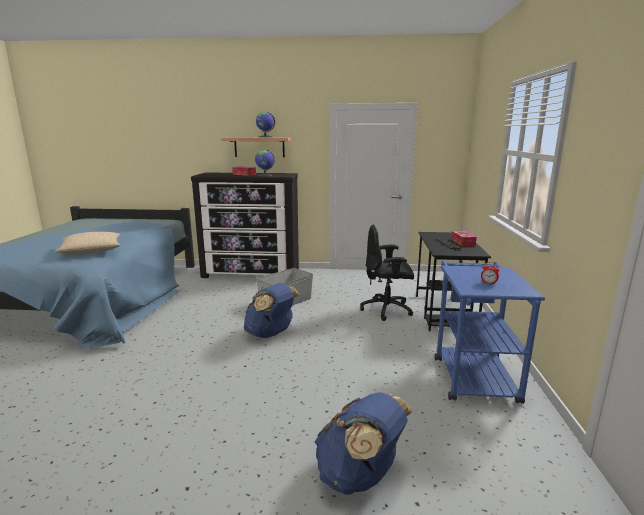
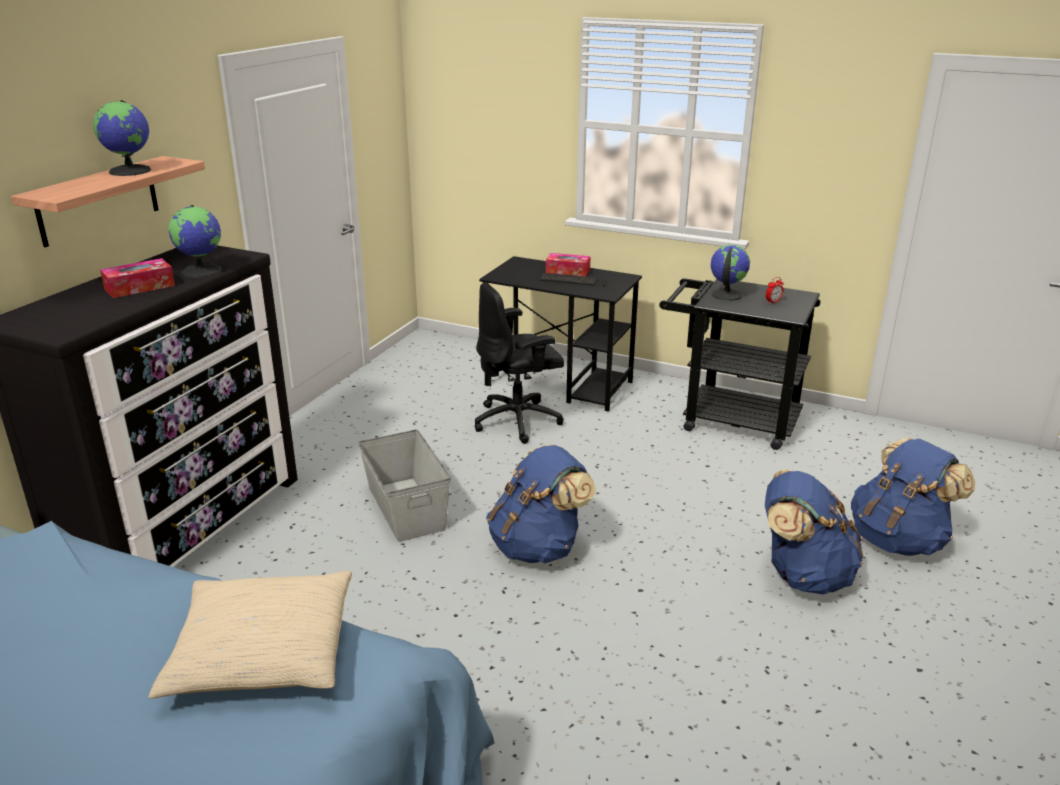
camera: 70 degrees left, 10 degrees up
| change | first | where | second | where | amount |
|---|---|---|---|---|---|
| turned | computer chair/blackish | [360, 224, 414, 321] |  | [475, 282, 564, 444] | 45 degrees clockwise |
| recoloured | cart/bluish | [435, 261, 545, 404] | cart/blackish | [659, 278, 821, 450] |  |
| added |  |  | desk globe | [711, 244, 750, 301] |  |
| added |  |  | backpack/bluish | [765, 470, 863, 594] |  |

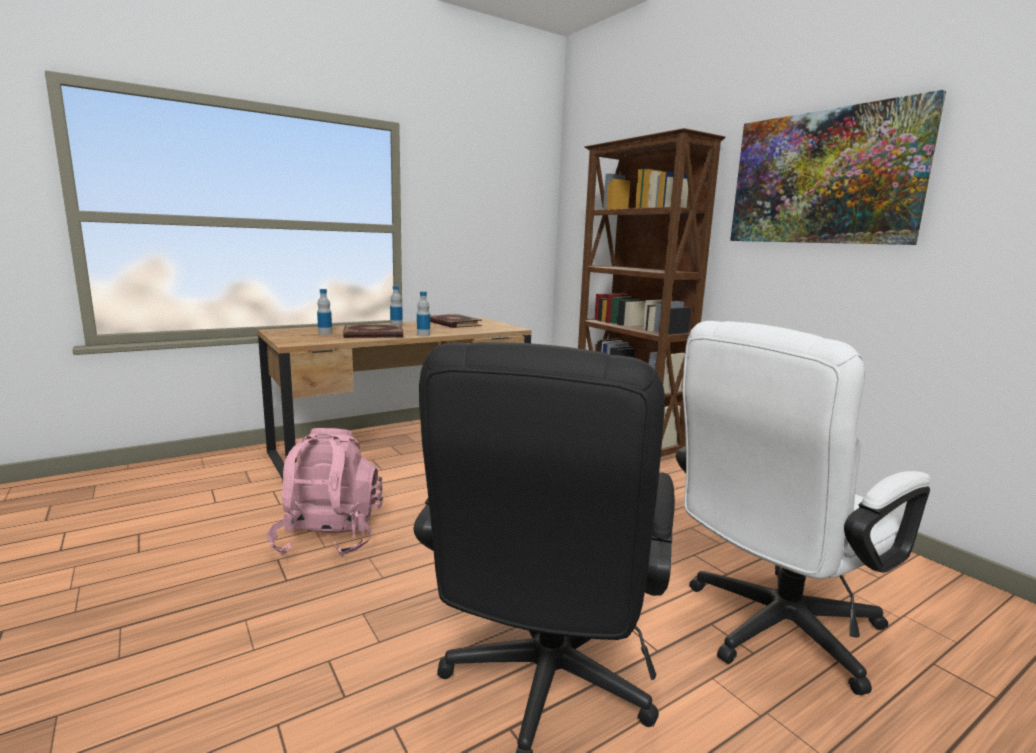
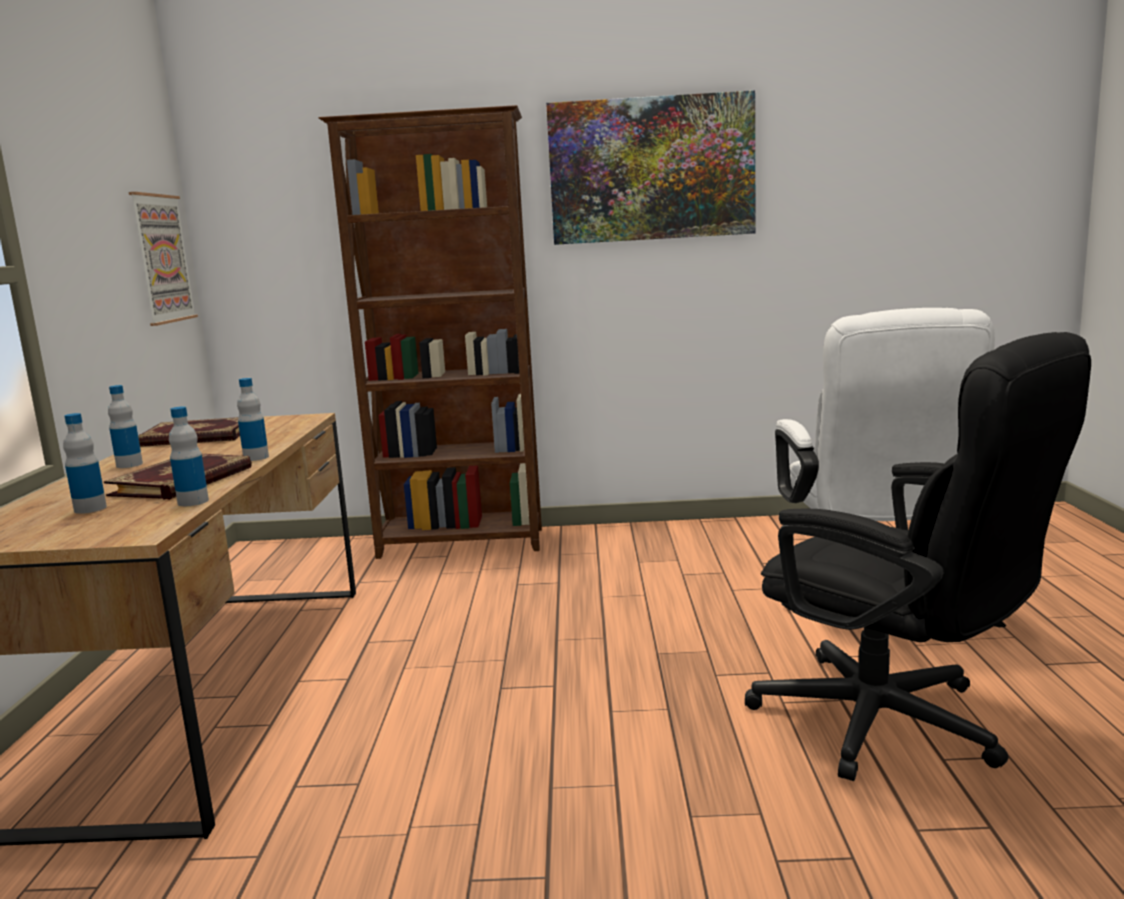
camera: 55 degrees left, 0 degrees up
| change | first | where | second | where | amount |
|---|---|---|---|---|---|
| removed | backpack/pink-coloured | [267, 428, 383, 557] |  |  |  |
| added |  |  | wall picture | [129, 192, 198, 326] |  |
| added |  |  | bottle | [169, 406, 209, 506] |  |

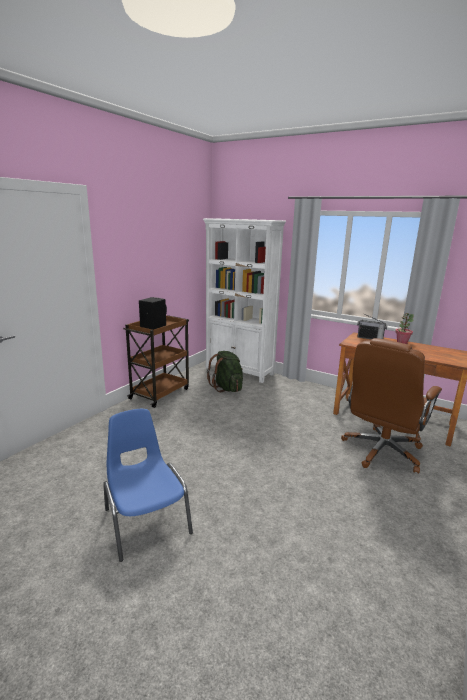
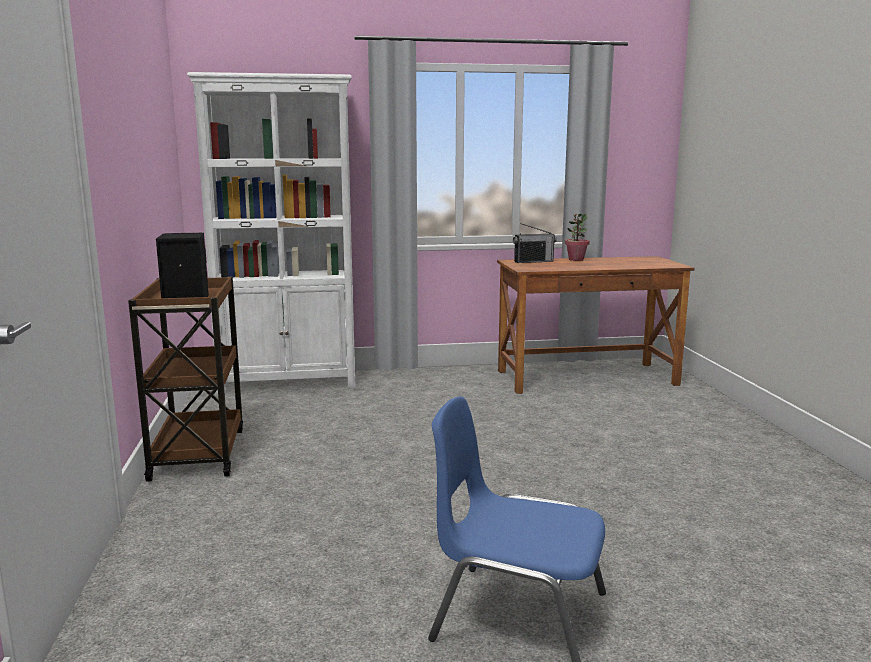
camera: 40 degrees left, 5 degrees down
| change | first | where | second | where | amount |
|---|---|---|---|---|---|
| removed | backpack/greenish | [207, 351, 243, 392] |  |  |  |
| removed | computer chair/brown-coloured | [341, 338, 442, 474] |  |  |  |

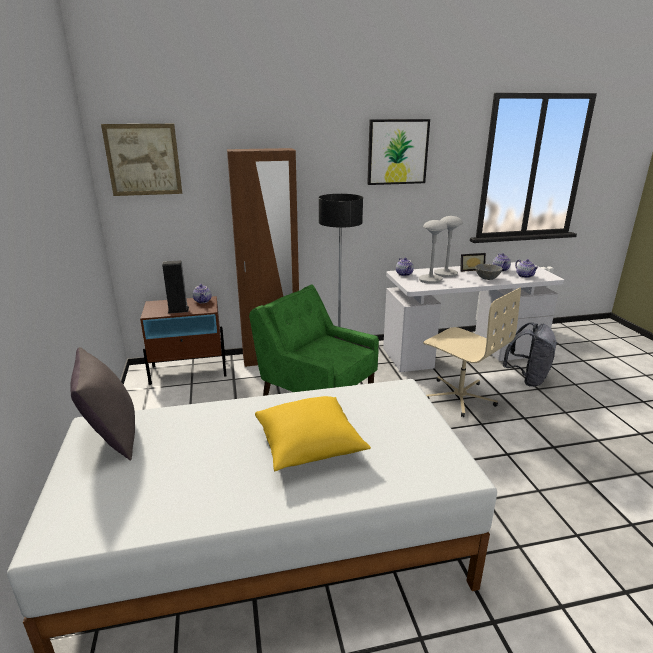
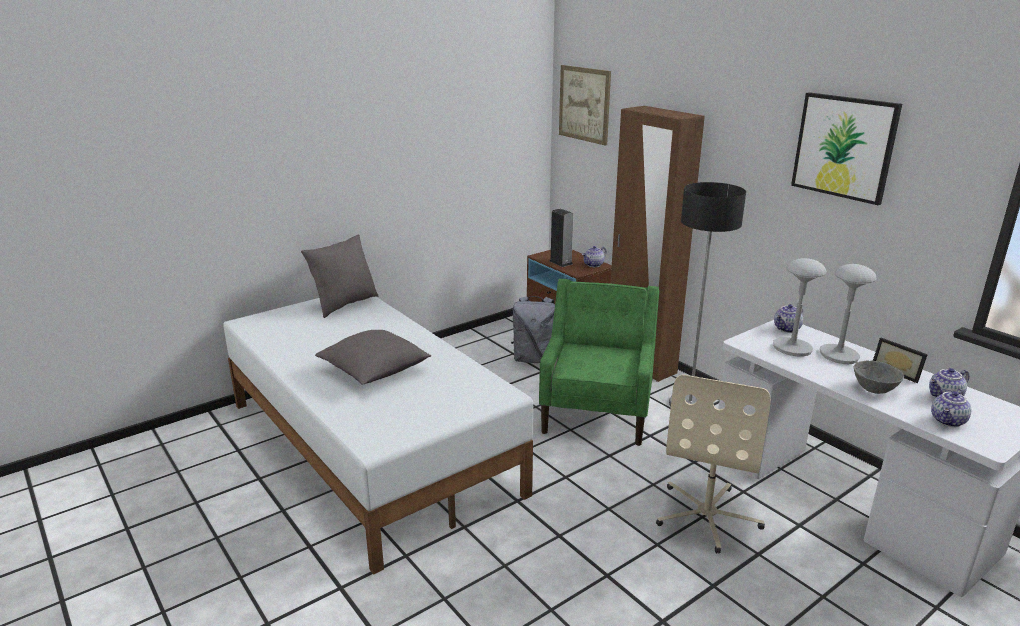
camera: 65 degrees right, 0 degrees up
| change | first | where | second | where | amount |
|---|---|---|---|---|---|
| recoloured | pillow/yellow-coloured | [255, 396, 371, 471] | pillow/grey | [315, 330, 431, 385] |  |
| moved | backpack/grey | [503, 323, 557, 387] |  | [511, 296, 555, 363] |  |

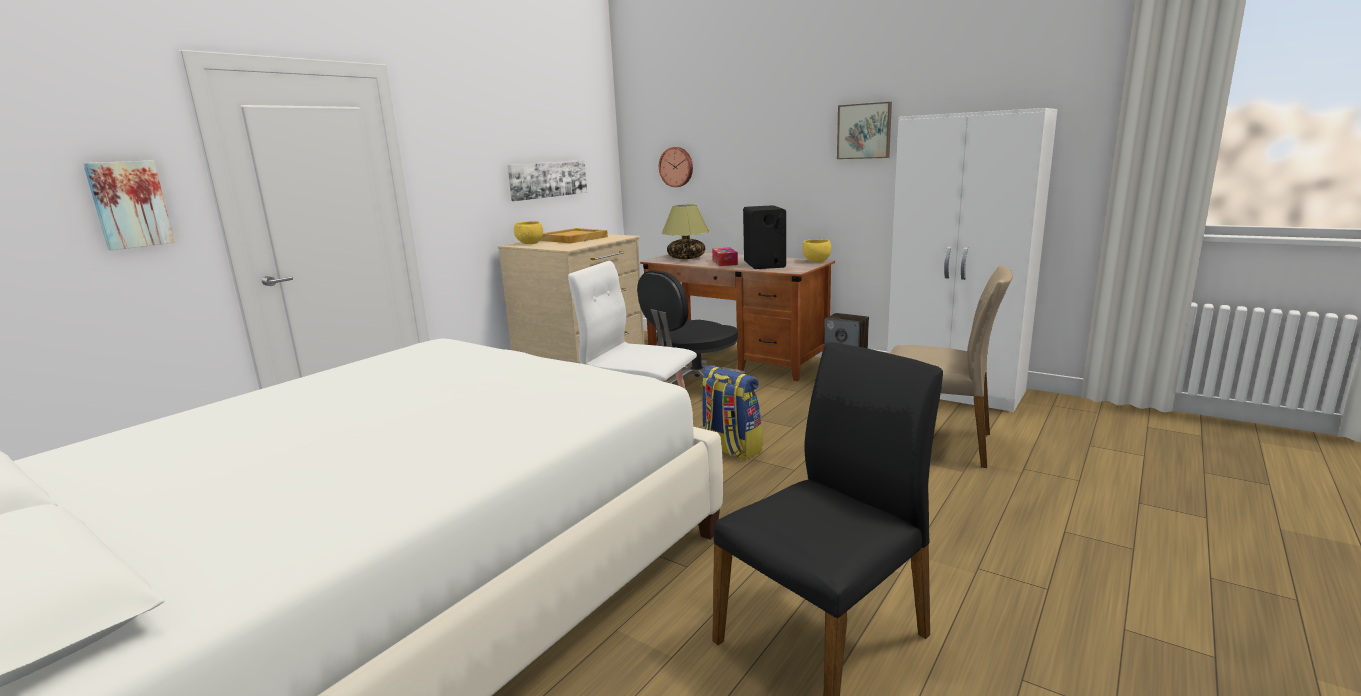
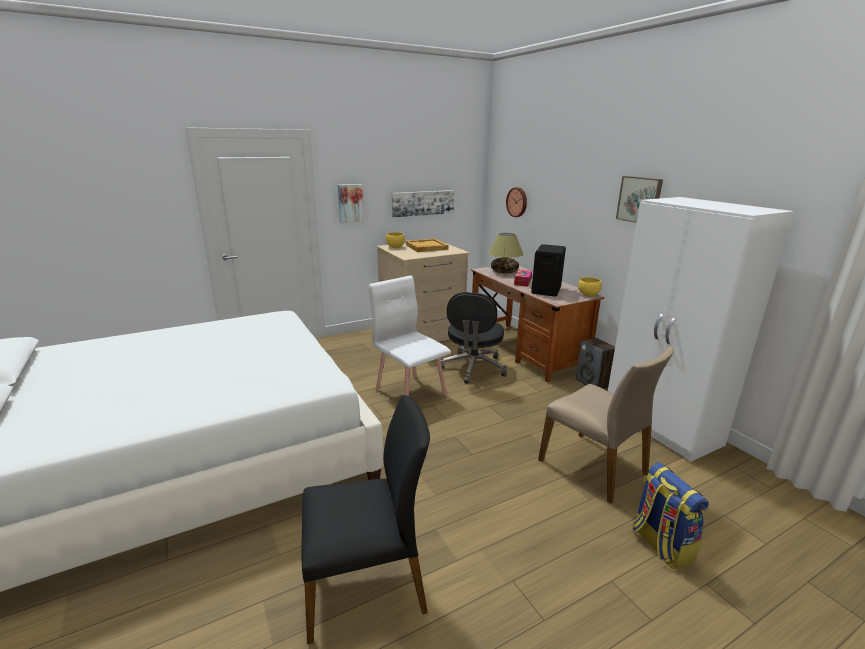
camera: 25 degrees right, 5 degrees up
| change | first | where | second | where | amount |
|---|---|---|---|---|---|
| moved | wall picture | [83, 160, 175, 250] |  | [338, 184, 364, 223] |  |
| turned | computer chair/blackish | [637, 270, 746, 384] |  | [441, 292, 507, 384] | 60 degrees counterclockwise |
| moved | backpack | [701, 366, 762, 461] |  | [632, 462, 709, 570] |  |

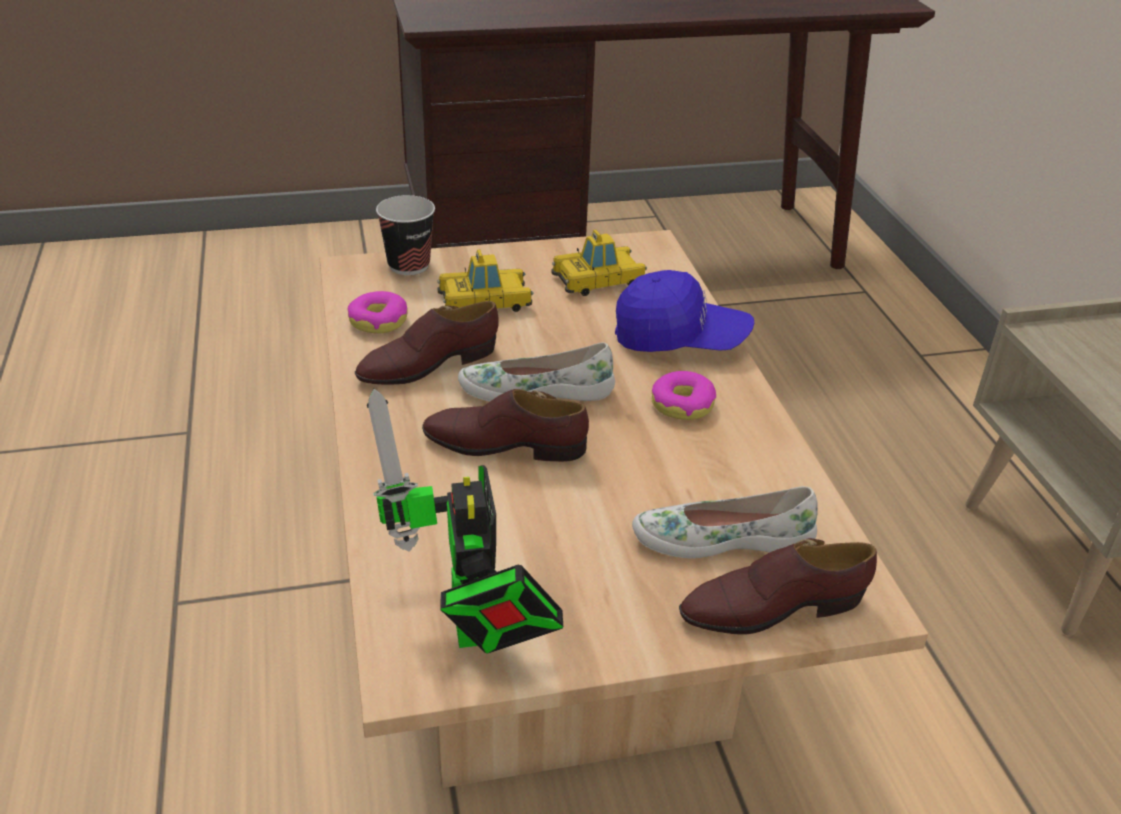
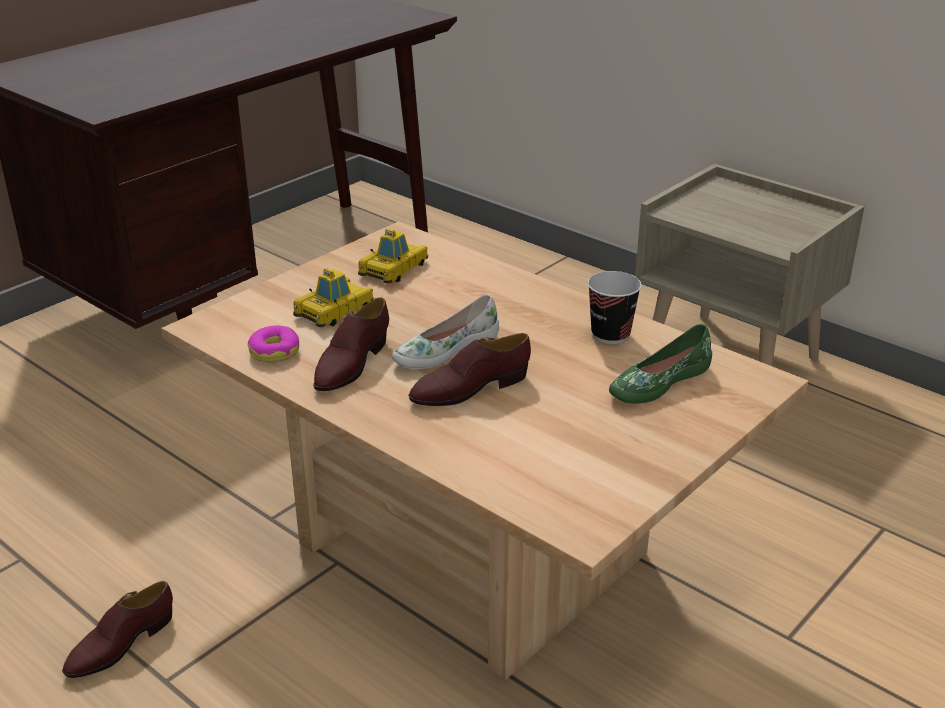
camera: 35 degrees left, 5 degrees down
| change | first | where | second | where | amount |
|---|---|---|---|---|---|
| removed | toy robot | [367, 389, 563, 654] |  |  |  |
| moved | drinking cup | [376, 195, 435, 275] |  | [587, 271, 642, 344] |  |
| removed | peaked cap/bluish | [615, 270, 754, 352] |  |  |  |
| recoloured | shoe/white-coloured | [632, 486, 818, 559] | shoe/greenish | [609, 324, 712, 404] |  |
| removed | ring doughnut | [652, 371, 716, 420] |  |  |  |
| moved | shoe/brown-coloured | [679, 538, 877, 635] |  | [62, 581, 173, 678] |  |

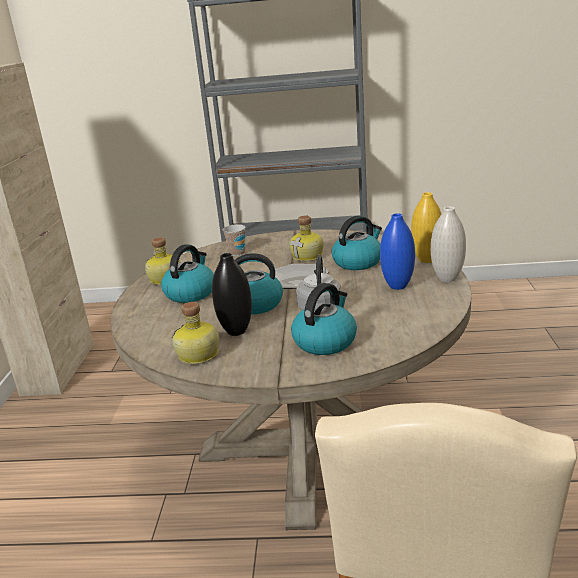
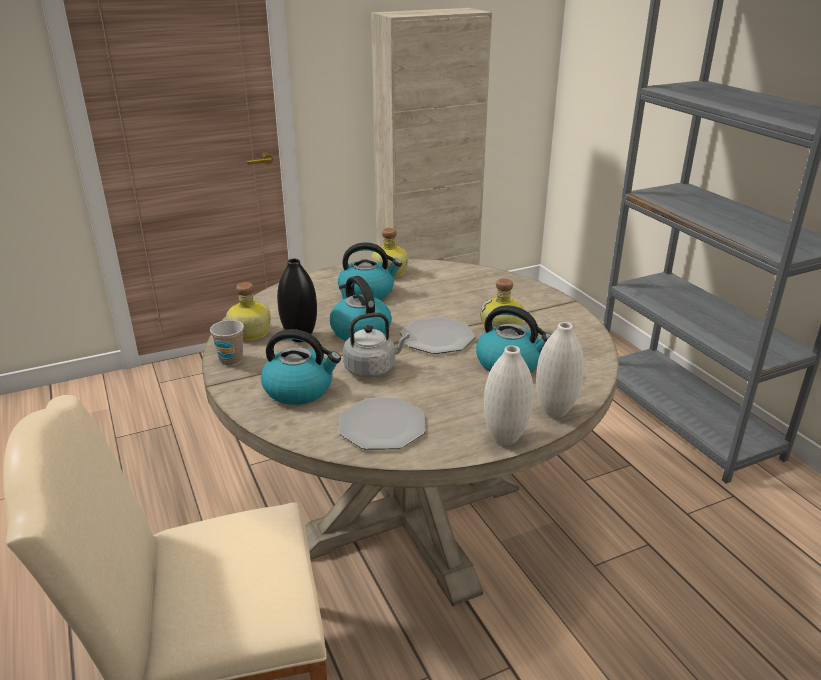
camera: 60 degrees right, 5 degrees up
| change | first | where | second | where | amount |
|---|---|---|---|---|---|
| moved | drinking cup | [223, 224, 246, 256] |  | [210, 320, 244, 366] |  |
| removed | decorative vase/bluish | [380, 213, 415, 290] |  |  |  |
| recoloured | decorative vase/yellow-coloured | [411, 192, 442, 263] | decorative vase/white-coloured | [536, 322, 584, 418] |  |
| added |  |  | plate | [339, 398, 426, 450] |  |

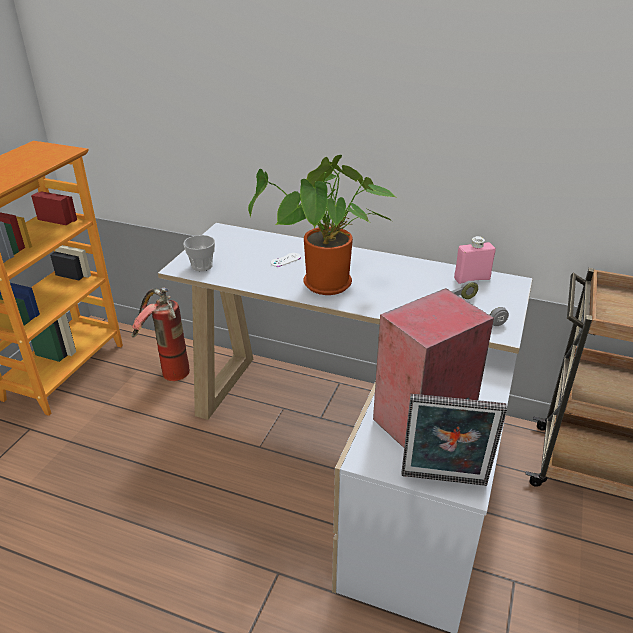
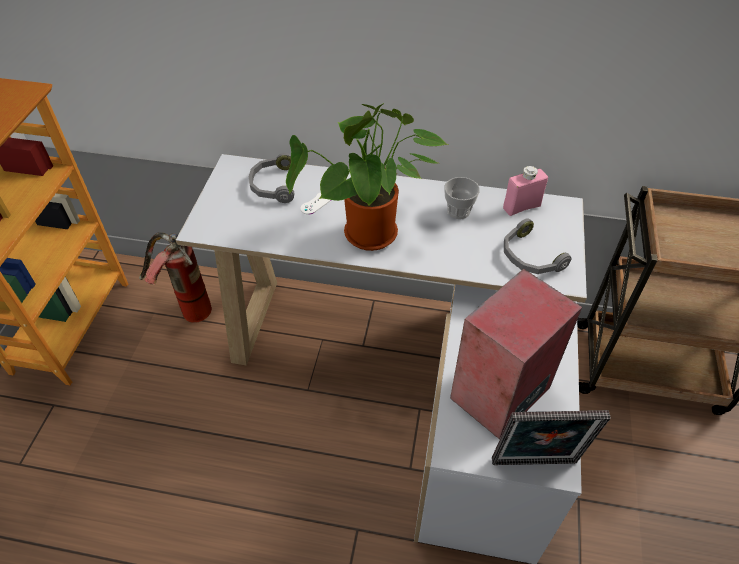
camera: 10 degrees left, 15 degrees up
| change | first | where | second | where | amount |
|---|---|---|---|---|---|
| moved | drinking cup | [183, 235, 215, 271] |  | [444, 177, 480, 219] |  |
| added |  |  | headphones/grey | [249, 153, 294, 203] |  |

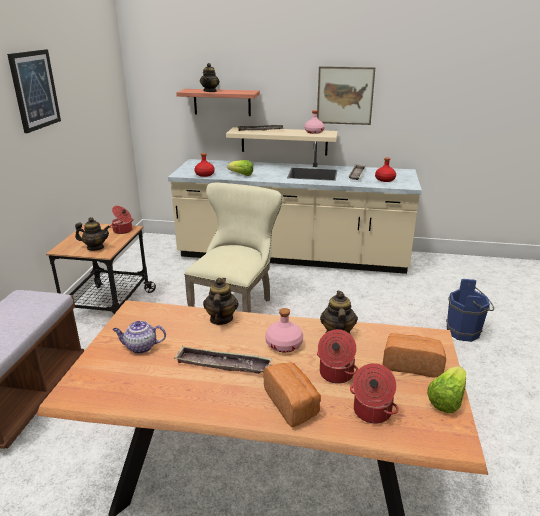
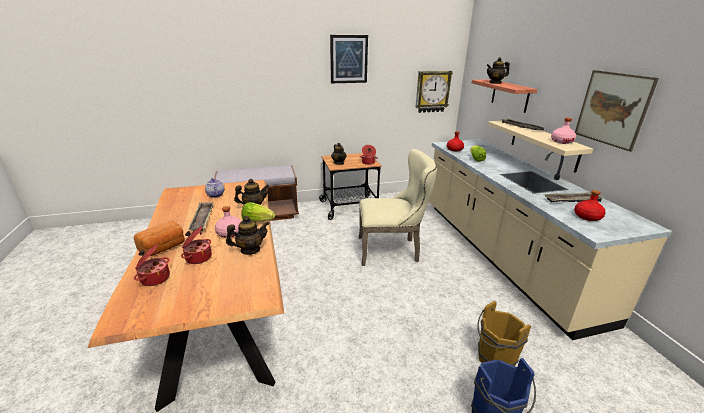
camera: 65 degrees right, 0 degrees up
| change | first | where | second | where | amount |
|---|---|---|---|---|---|
| removed | baked bread | [382, 333, 446, 377] |  |  |  |
| moved | head of lettuce | [427, 367, 466, 413] |  | [241, 202, 275, 221] |  |
| added |  |  | wall clock | [415, 71, 453, 113] |  |
| added |  |  | pail/brown-coloured | [477, 301, 531, 366] |  |

